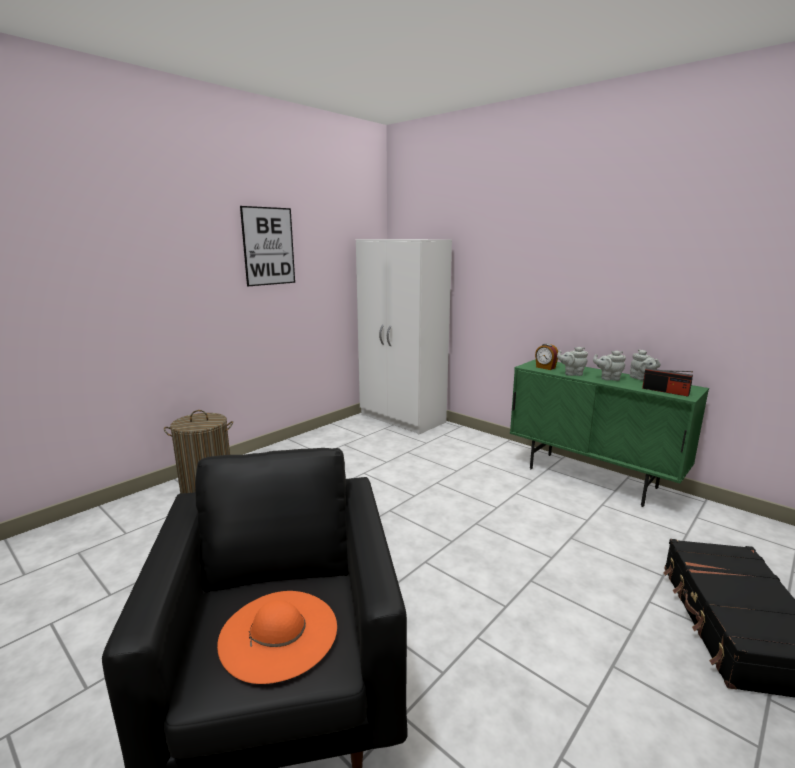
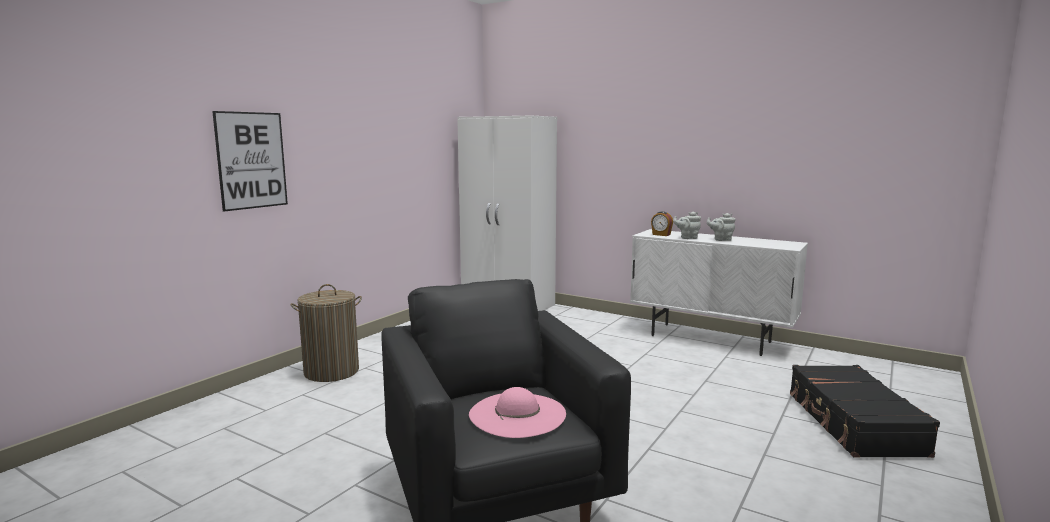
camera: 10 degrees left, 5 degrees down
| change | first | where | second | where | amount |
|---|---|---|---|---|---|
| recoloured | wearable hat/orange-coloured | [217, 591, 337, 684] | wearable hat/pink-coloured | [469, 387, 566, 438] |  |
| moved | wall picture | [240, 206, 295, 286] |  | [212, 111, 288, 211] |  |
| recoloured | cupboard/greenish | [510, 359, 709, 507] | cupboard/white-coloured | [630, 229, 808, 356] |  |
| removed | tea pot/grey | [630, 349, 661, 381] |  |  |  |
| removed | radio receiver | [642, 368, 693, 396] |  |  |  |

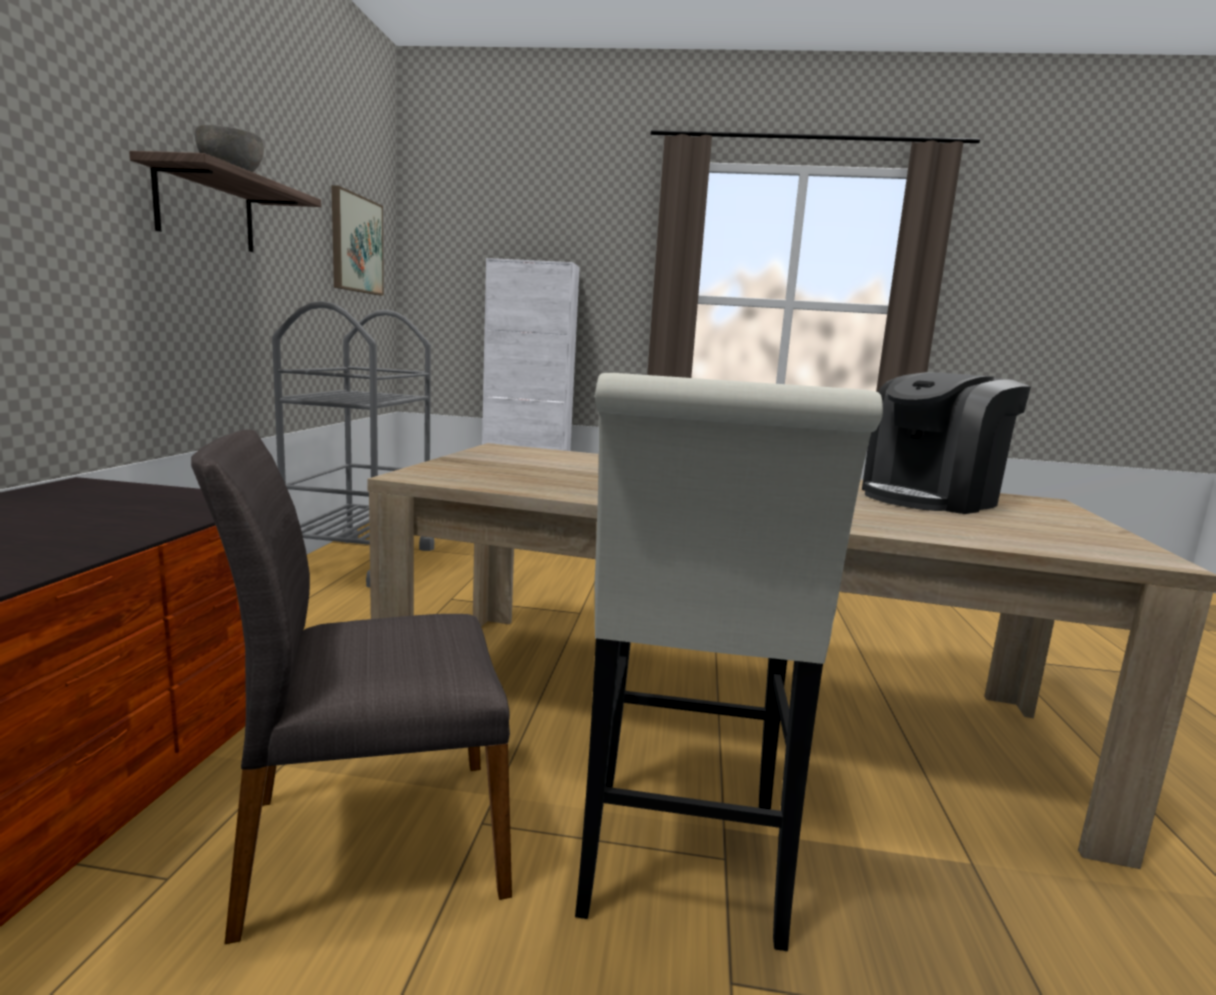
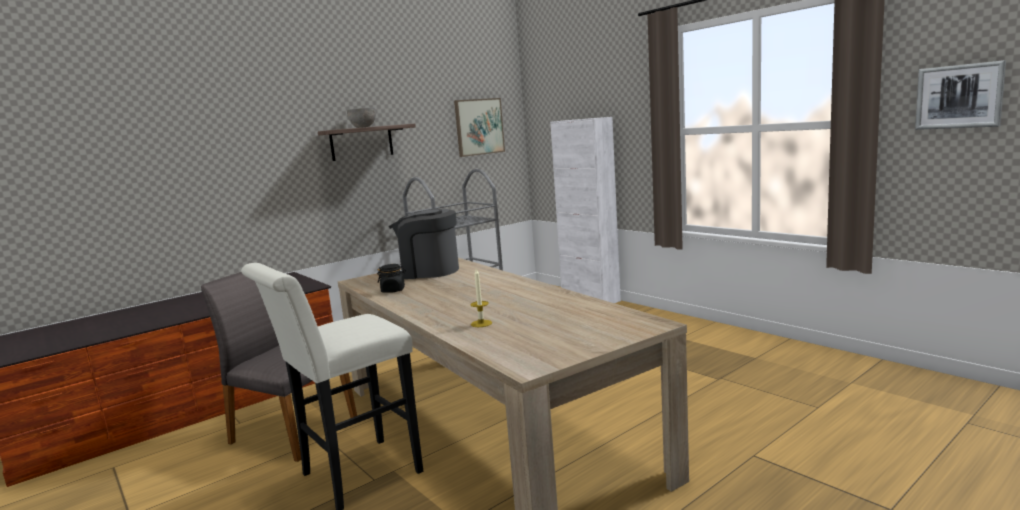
camera: 45 degrees right, 0 degrees up
| change | first | where | second | where | amount |
|---|---|---|---|---|---|
| moved | coffee brewer | [862, 372, 1031, 514] |  | [389, 209, 459, 279] |  |
| added |  |  | preserve jar/blackish | [377, 264, 406, 293] |  |
| added |  |  | candle | [470, 269, 492, 327] |  |
| added |  |  | wall picture | [915, 60, 1006, 130] |  |

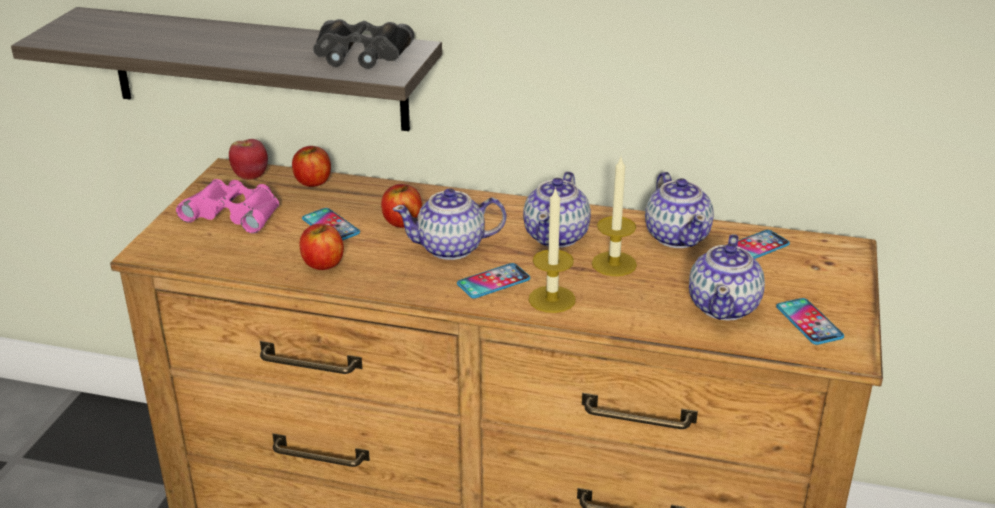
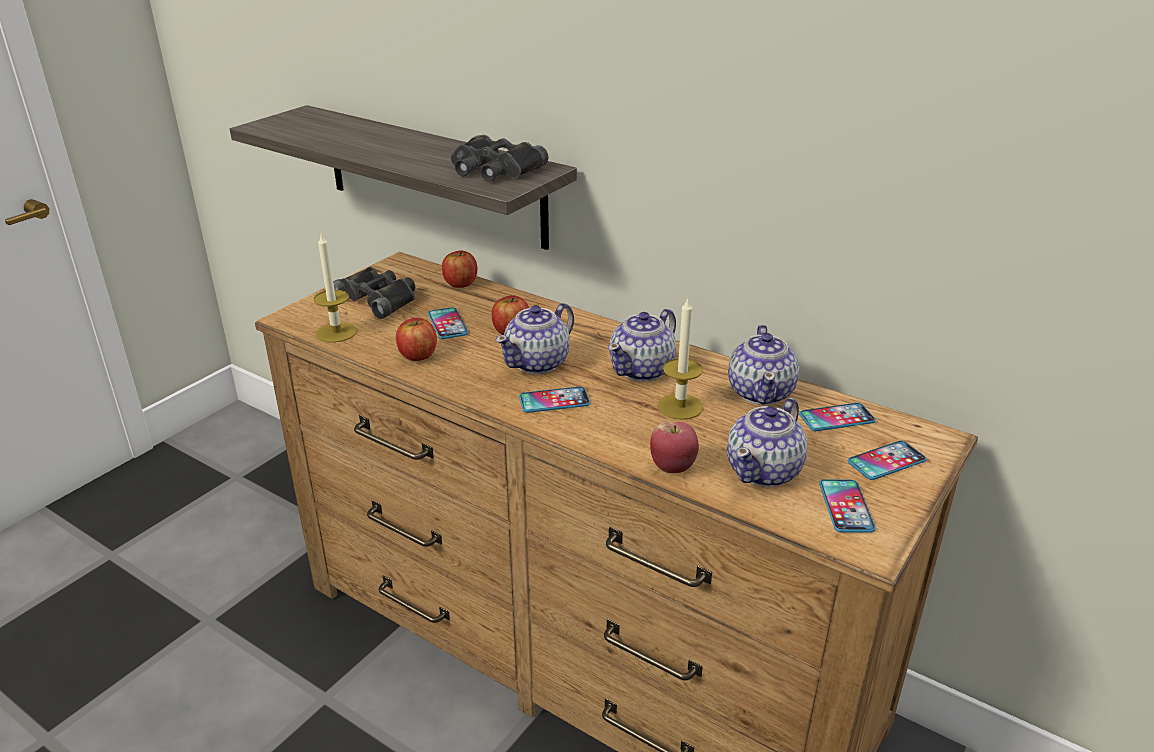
camera: 20 degrees right, 0 degrees up
| change | first | where | second | where | amount |
|---|---|---|---|---|---|
| recoloured | pair of binoculars/pink-coloured | [176, 179, 279, 234] | pair of binoculars/blackish | [333, 267, 415, 319] |  |
| moved | whole apple | [229, 139, 268, 180] |  | [650, 422, 699, 473] |  |
| turned | tea pot | [393, 188, 506, 260] |  | [495, 303, 574, 374] | 60 degrees counterclockwise |
| moved | candle | [529, 187, 576, 313] |  | [313, 232, 357, 343] |  |
| added |  |  | phone | [848, 441, 927, 480] |  |

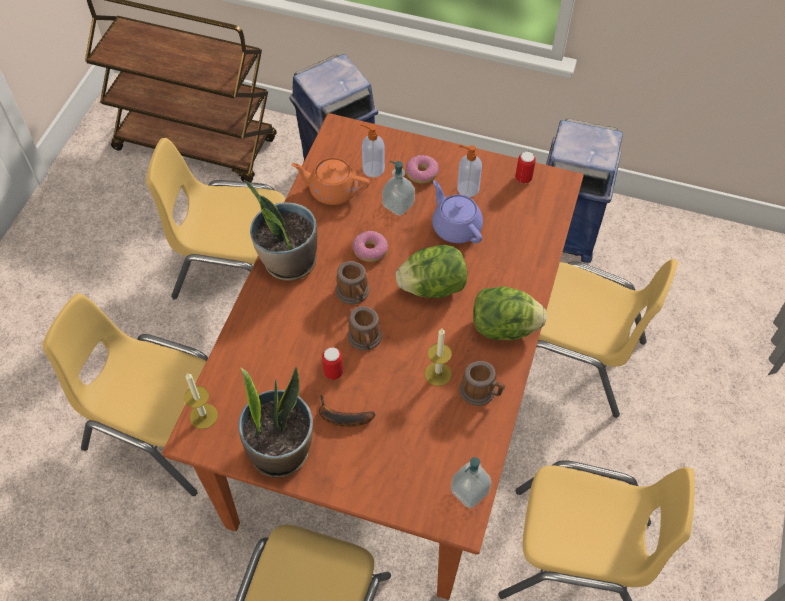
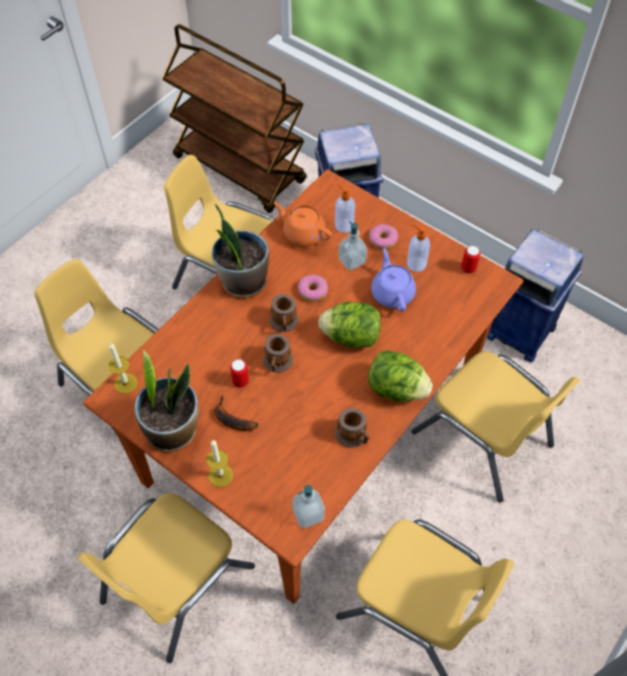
camera: 20 degrees right, 0 degrees up
| change | first | where | second | where | amount |
|---|---|---|---|---|---|
| moved | candle | [424, 329, 452, 386] |  | [206, 440, 233, 487] |  |

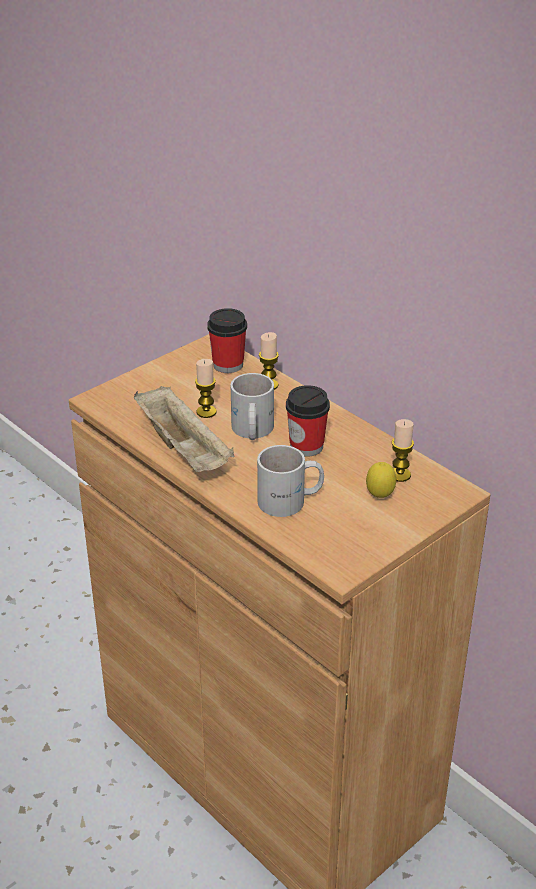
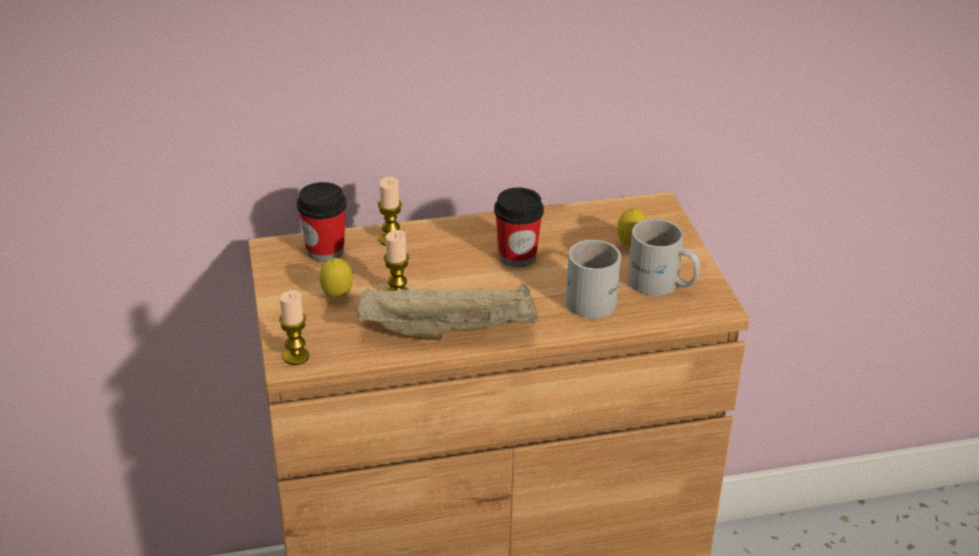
camera: 60 degrees left, 0 degrees up
| change | first | where | second | where | amount |
|---|---|---|---|---|---|
| moved | tea mug/white-coloured | [231, 373, 274, 440] |  | [628, 219, 700, 296] |  |
| moved | candle | [392, 419, 414, 482] |  | [279, 290, 309, 365] |  |
| added |  |  | citrus fruit | [320, 258, 353, 298] |  |

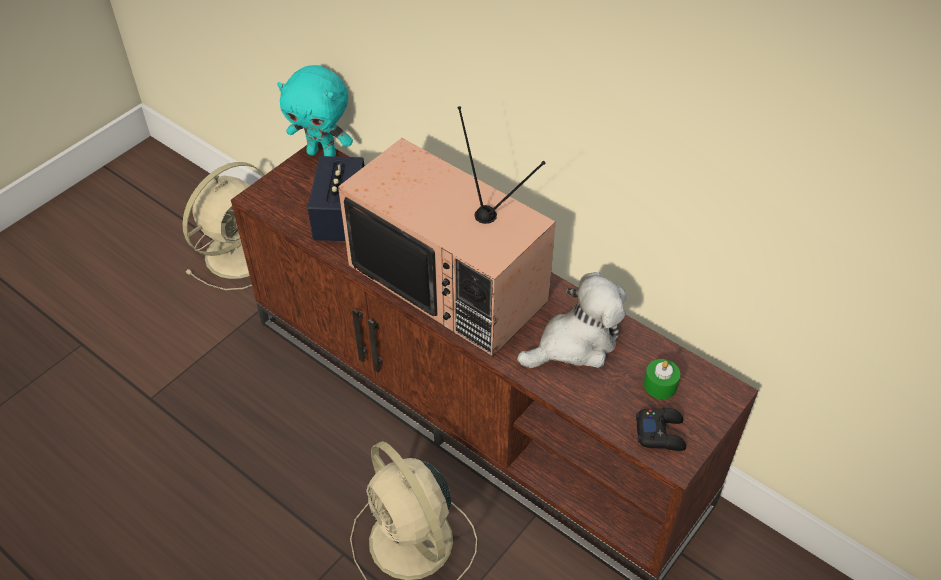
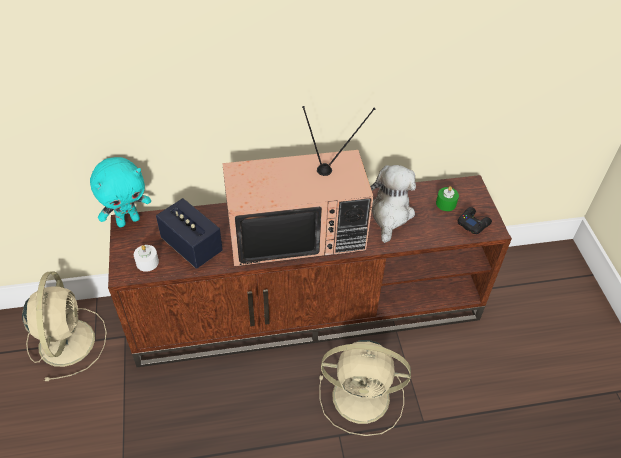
camera: 50 degrees left, 0 degrees up
| change | first | where | second | where | amount |
|---|---|---|---|---|---|
| added |  |  | candle/white-coloured | [134, 245, 159, 272] |  |

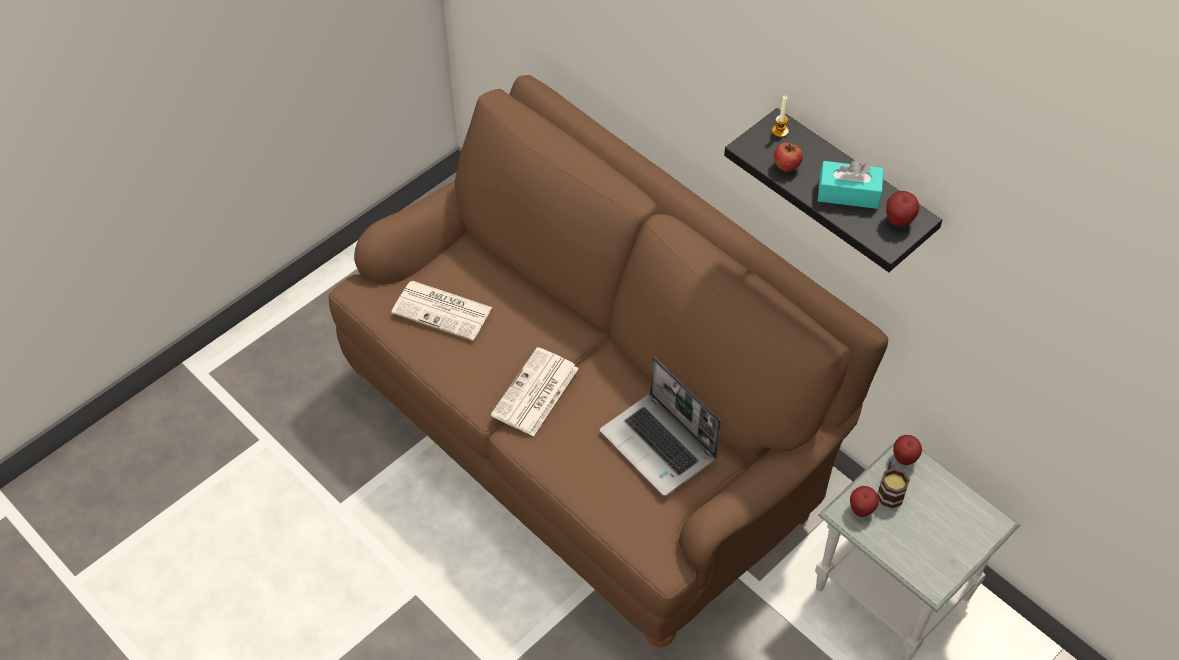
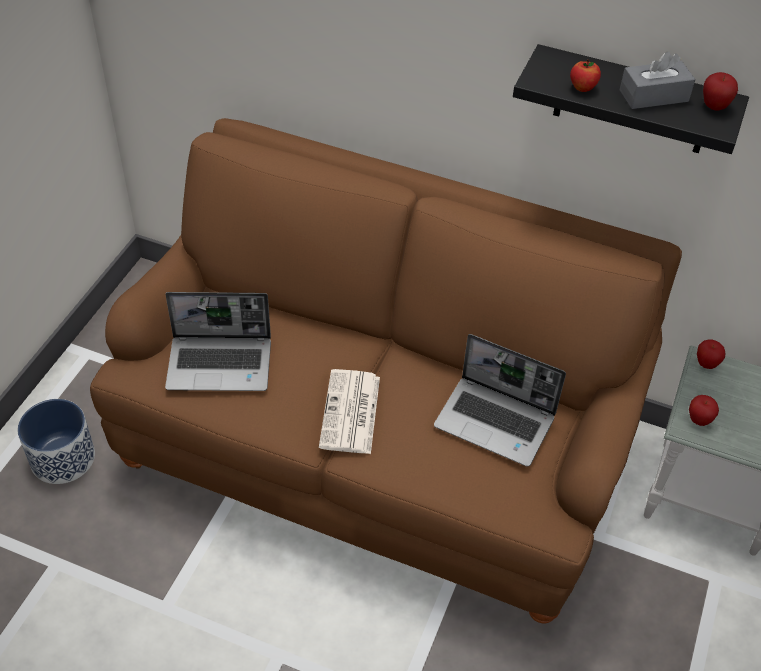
camera: 25 degrees left, 5 degrees down
| change | first | where | second | where | amount |
|---|---|---|---|---|---|
| replaced | daily paper | [391, 281, 492, 341] | laptop | [165, 292, 271, 391] |  |
| removed | candle | [772, 96, 789, 137] |  |  |  |
| recoloured | box of tissues/turquoise-coloured | [818, 160, 884, 209] | box of tissues/grey | [620, 51, 695, 109] |  |
| removed | tea mug | [877, 460, 910, 508] |  |  |  |
| added |  |  | flower pot | [18, 399, 95, 484] |  |

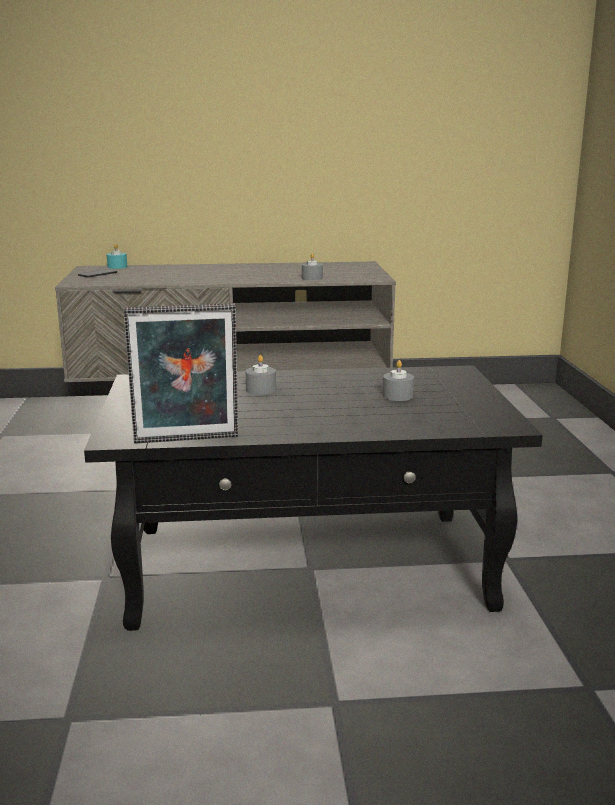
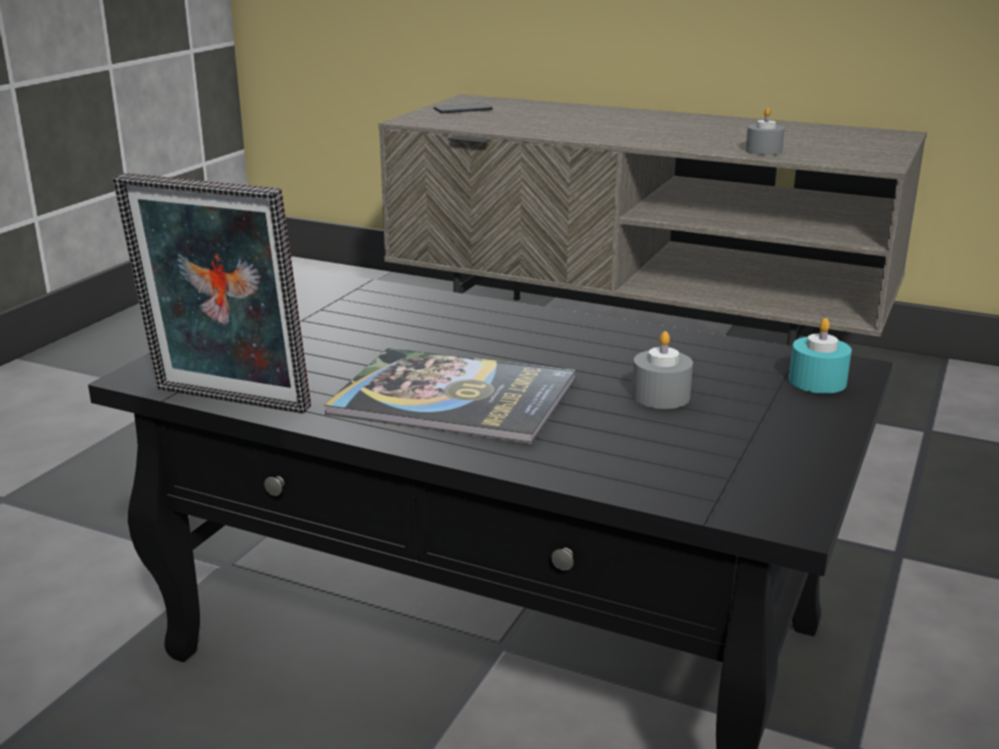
camera: 30 degrees right, 5 degrees up
| change | first | where | second | where | amount |
|---|---|---|---|---|---|
| moved | candle/turquoise-coloured | [107, 243, 127, 269] |  | [789, 318, 852, 393] |  |
| removed | candle/grey | [246, 355, 276, 395] |  |  |  |
| added |  |  | book | [324, 348, 576, 444] |  |

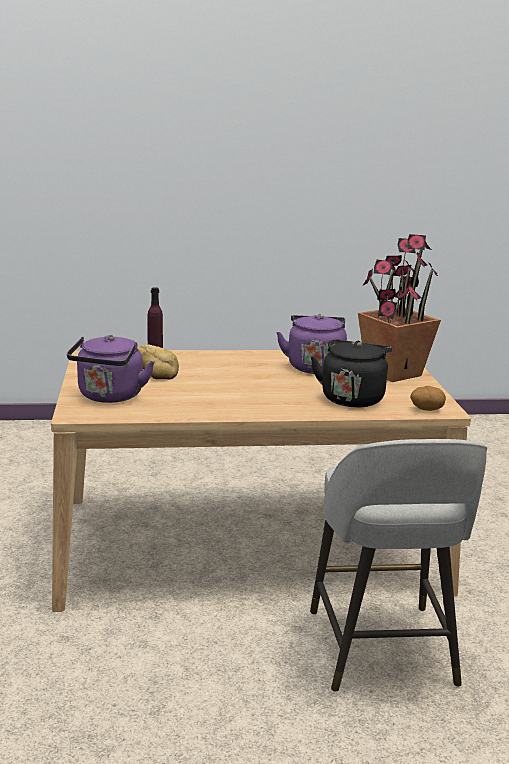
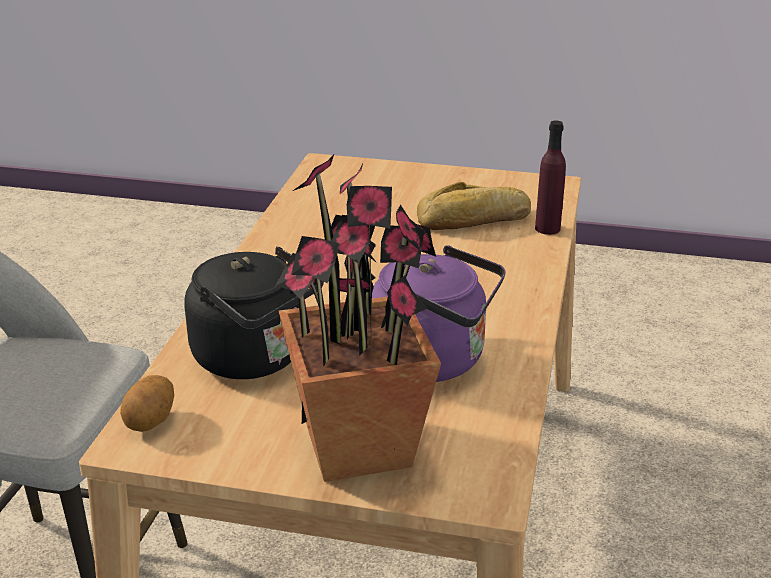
camera: 110 degrees right, 10 degrees up
| change | first | where | second | where | amount |
|---|---|---|---|---|---|
| removed | kettle/purplish | [67, 335, 154, 403] |  |  |  |

